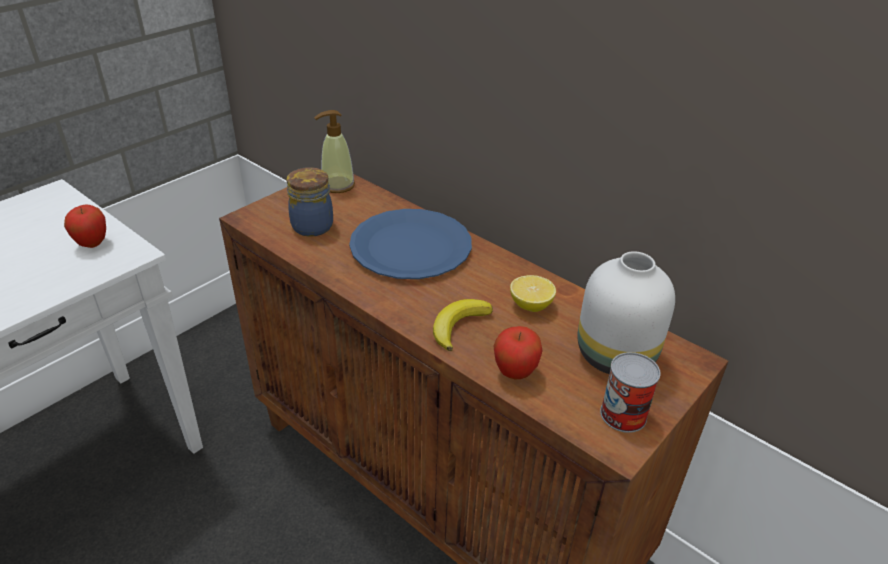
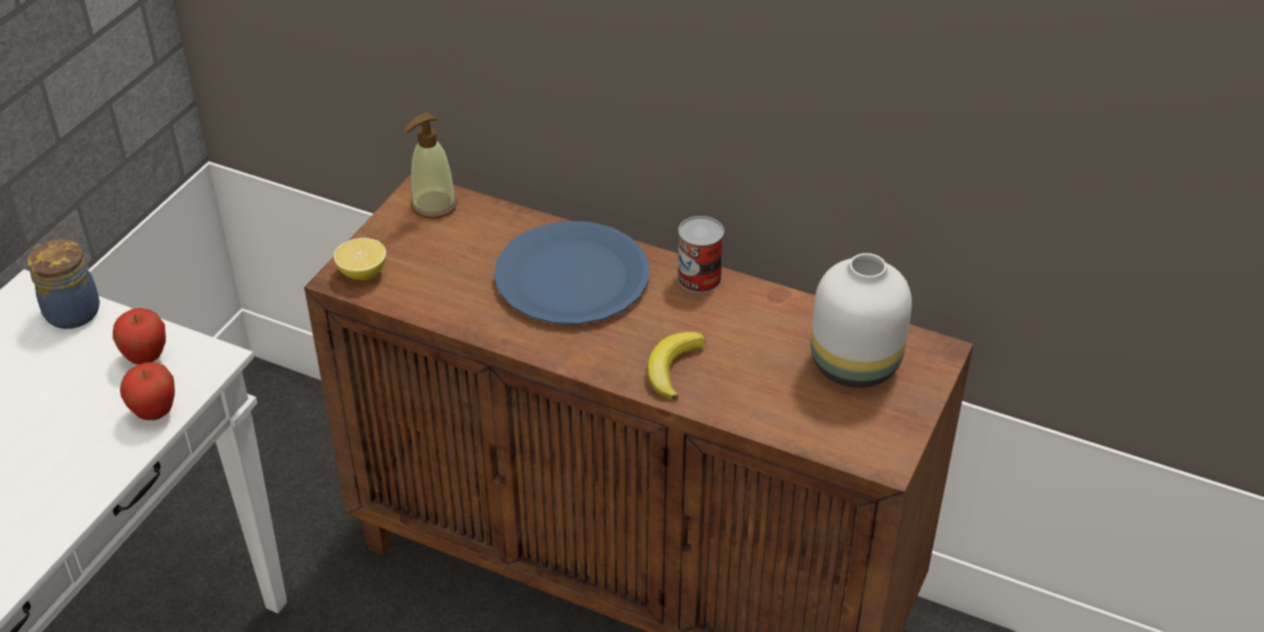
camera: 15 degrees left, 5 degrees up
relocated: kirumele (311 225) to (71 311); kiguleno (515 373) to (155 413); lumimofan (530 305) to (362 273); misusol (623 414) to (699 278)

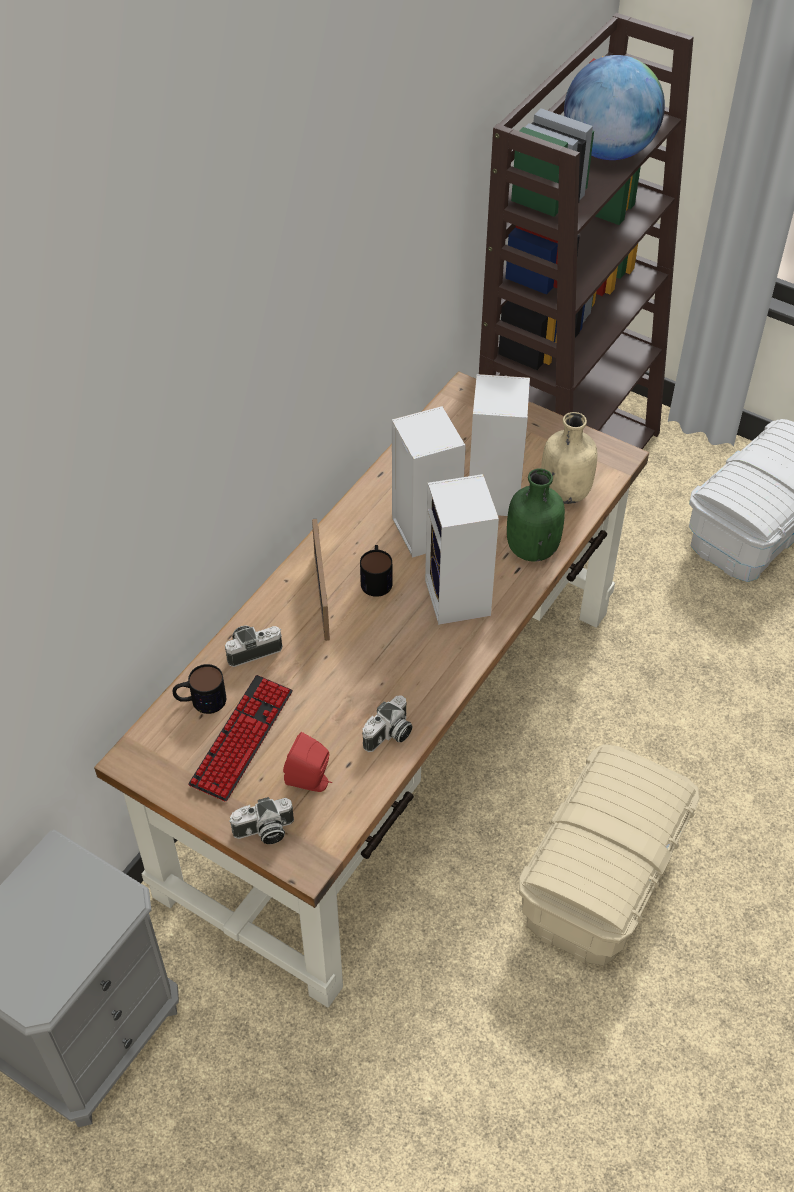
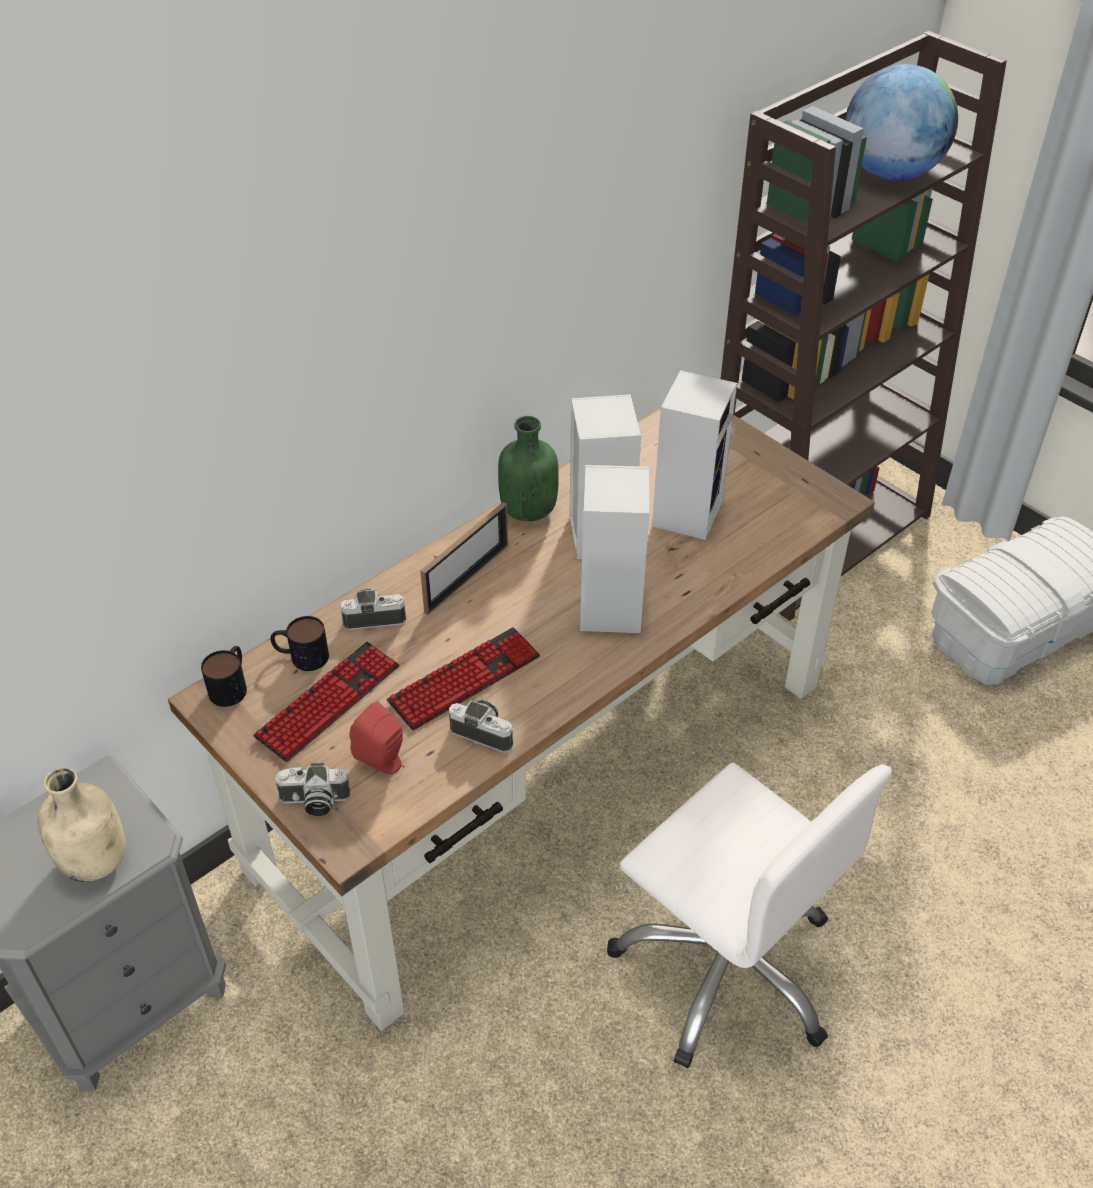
camera: 15 degrees right, 5 degrees down
appeared: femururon (464 680)
relocated: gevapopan (376 578) to (231 685); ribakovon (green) (531 548) to (528 510); ribakovon (beige) (565 492) to (96 860)
exchanged: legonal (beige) (602 878) to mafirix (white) (727 966)
spun: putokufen (322 595) = (467 578) 150 degrees counterclockwise; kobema (389 735) = (485 732) 120 degrees counterclockwise

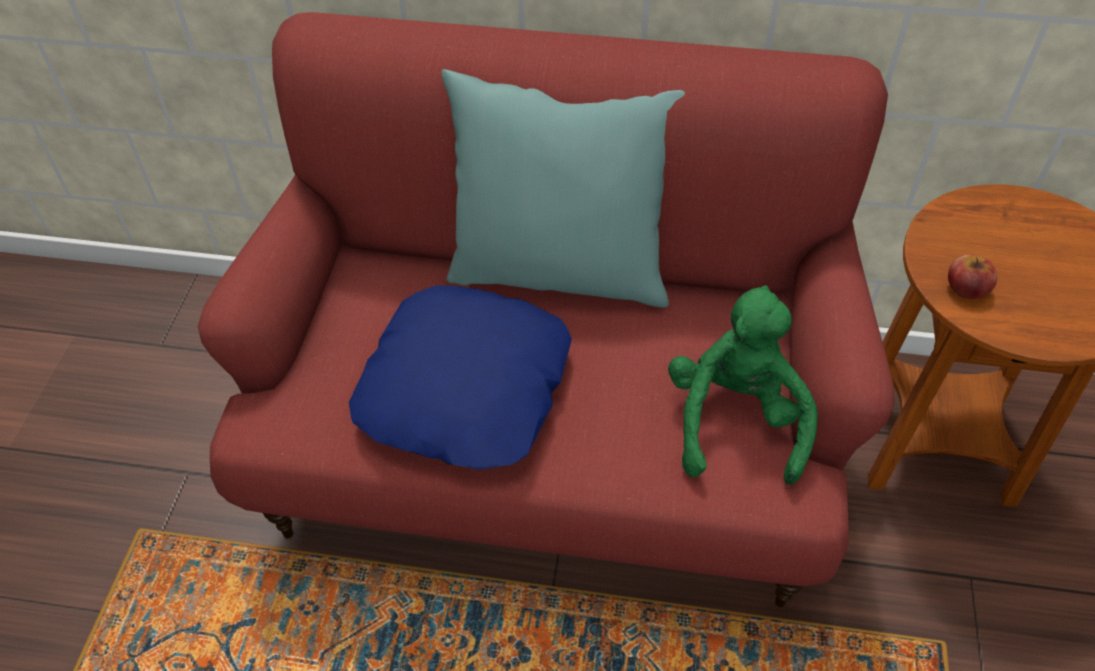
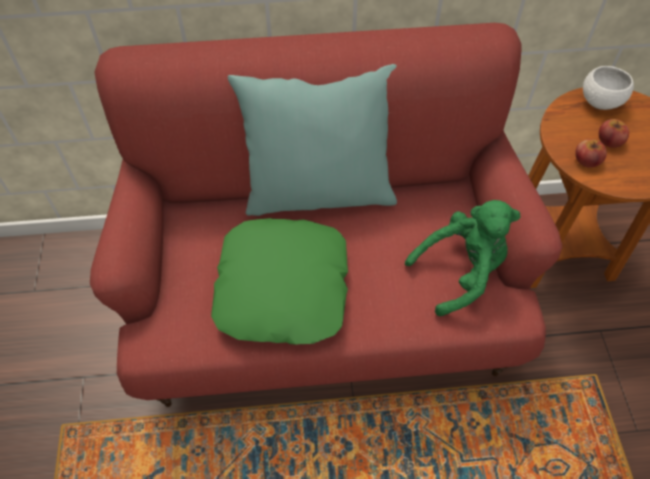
camera: 15 degrees left, 5 degrees up
appeared: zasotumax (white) (600 102); kiguleno (609 140)
colour: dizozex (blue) (467 388) to dizozex (green) (283 287)
spun: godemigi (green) (735 420) = (460 272) 75 degrees clockwise

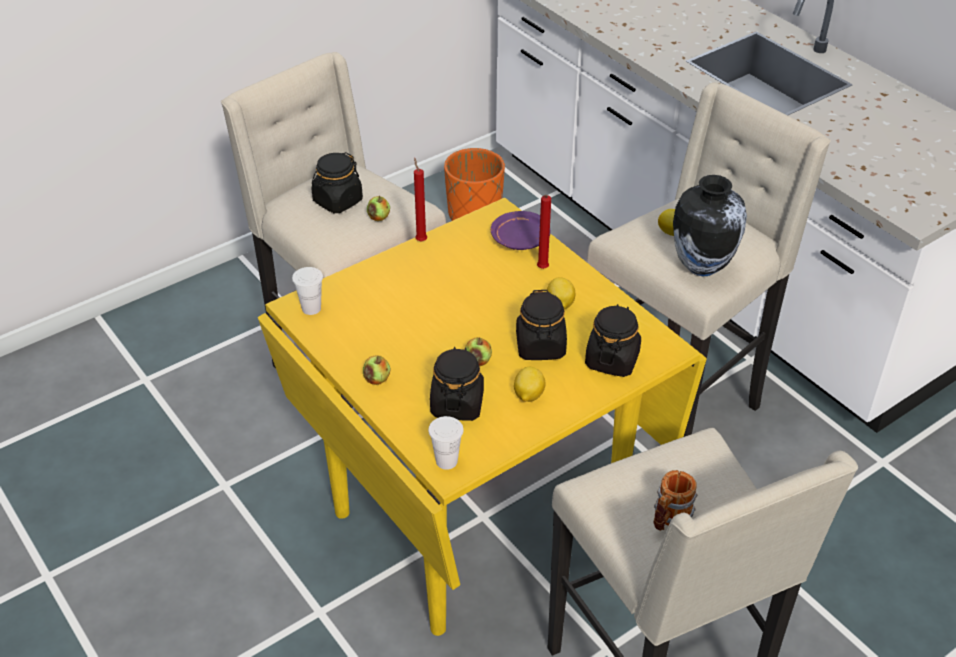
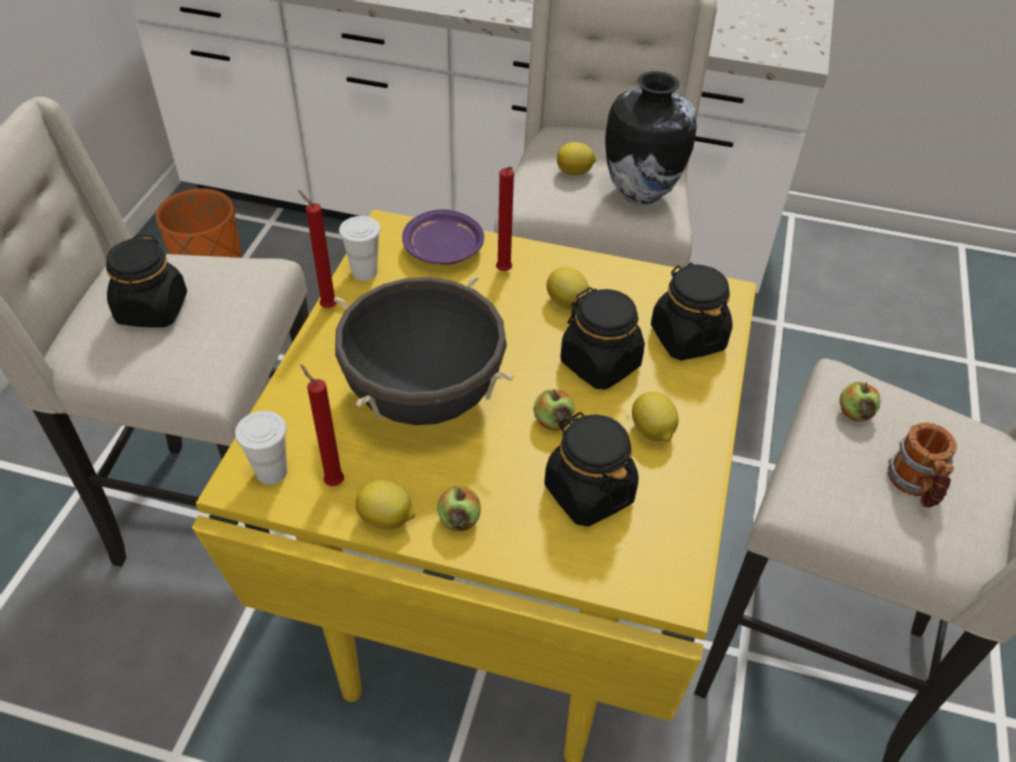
camera: 40 degrees left, 5 degrees up
appeared: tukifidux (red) (332 481); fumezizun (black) (425 397); lumimofan (387 519)
relocated: kiguleno (379 217) to (854 413); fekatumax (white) (446 461) to (364 272)

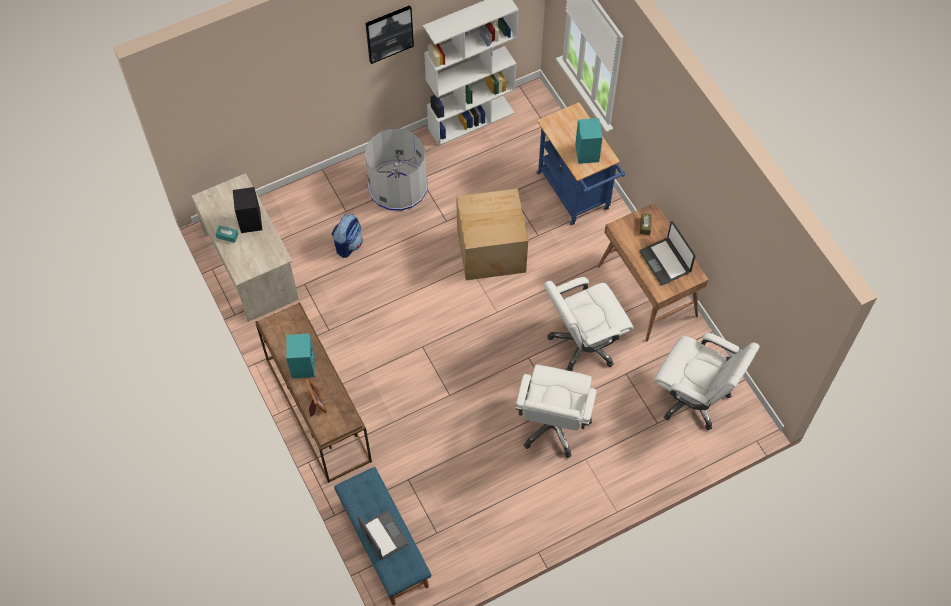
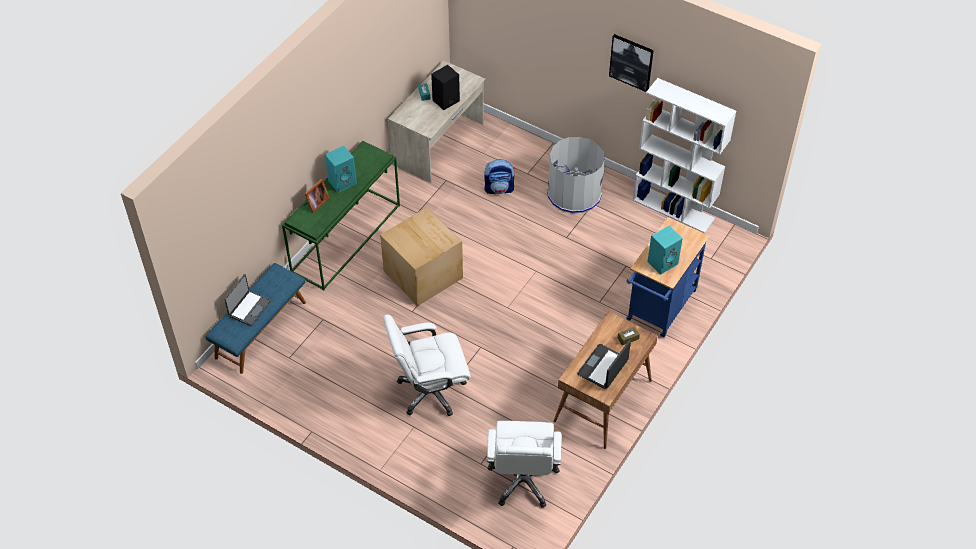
camera: 60 degrees right, 10 degrees down
missing: mafirix (white) (583 343)
relocated: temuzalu (490 249) to (423 273)
colour: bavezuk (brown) (316 409) to bavezuk (green) (346 237)

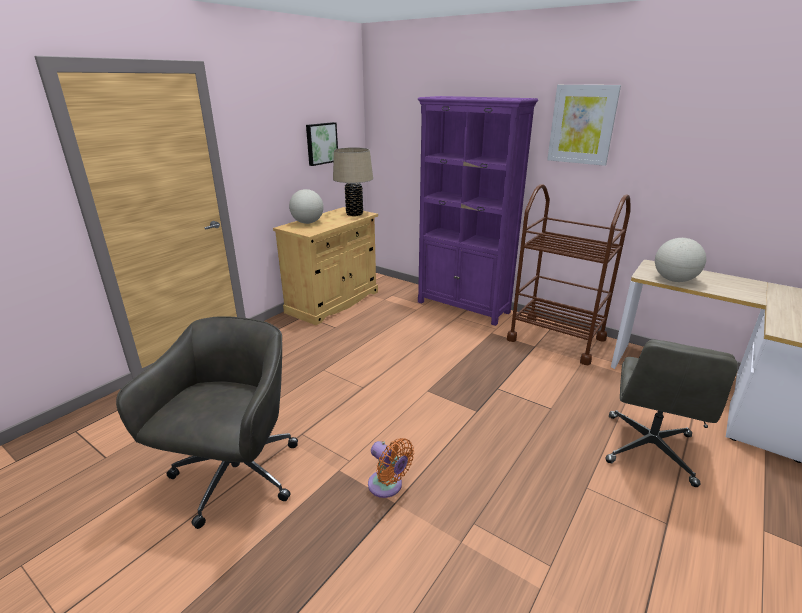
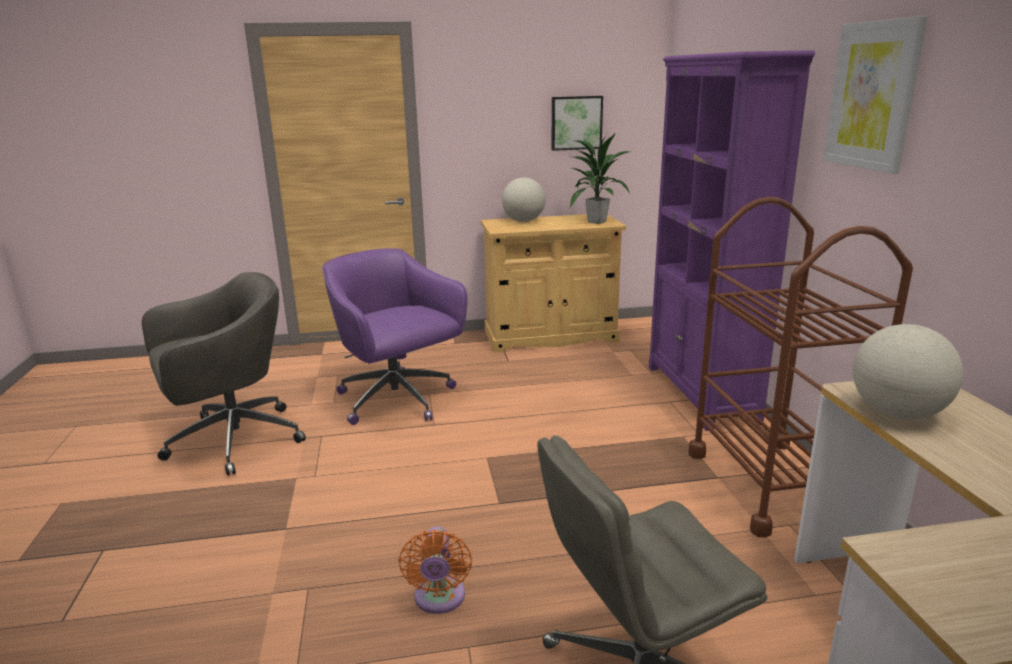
camera: 45 degrees right, 5 degrees down
appeared: mafirix (purple) (398 400)
relocated: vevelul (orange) (387 486) to (439 599)
exchanged: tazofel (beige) (354 214) to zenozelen (596 221)

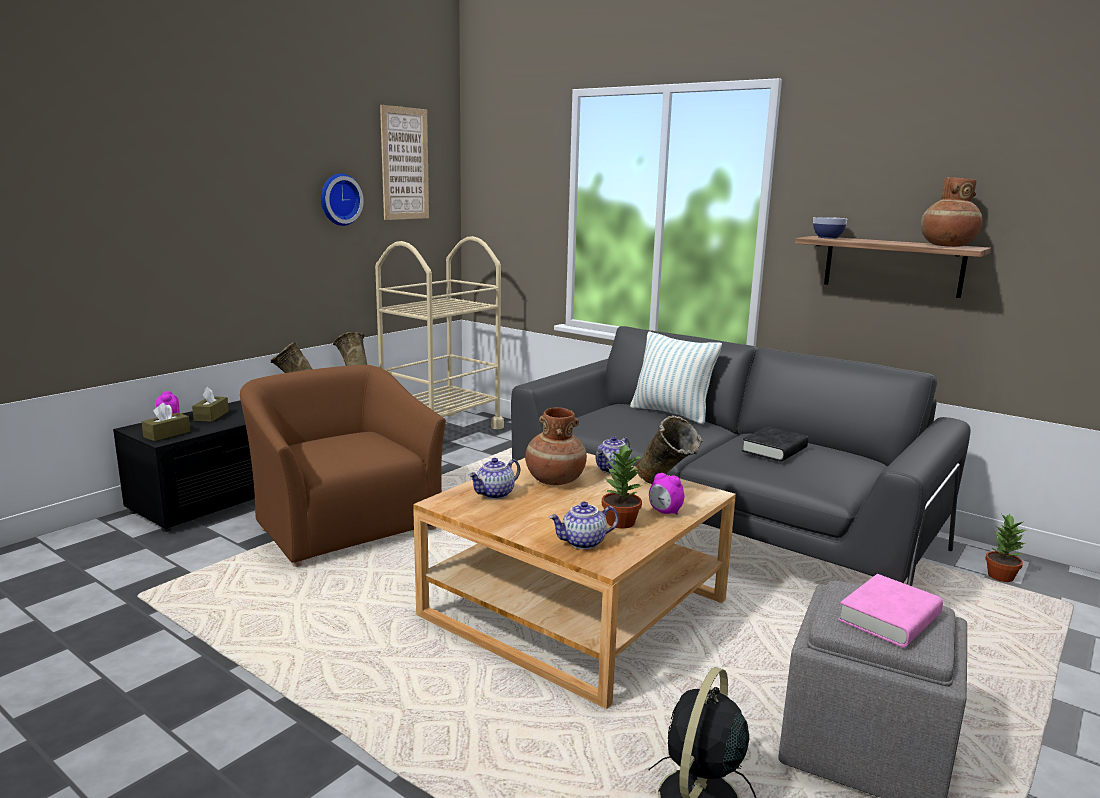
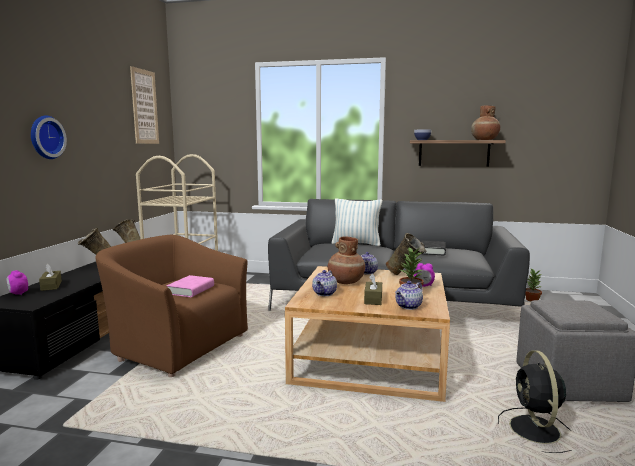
camera: 25 degrees left, 5 degrees down
relocated: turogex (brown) (167 434) to (373 299); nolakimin (339 199) to (45 137); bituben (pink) (889 618) to (191 290)

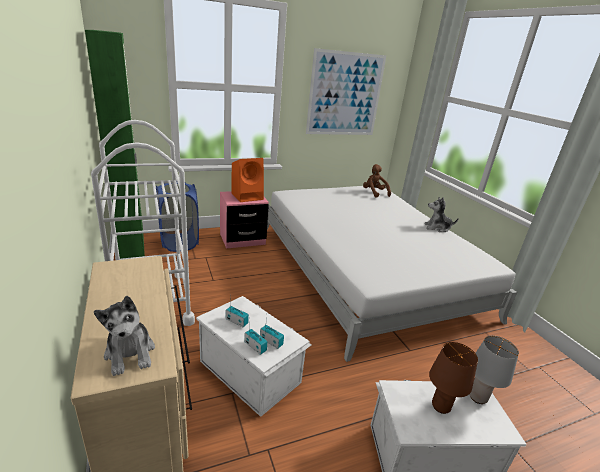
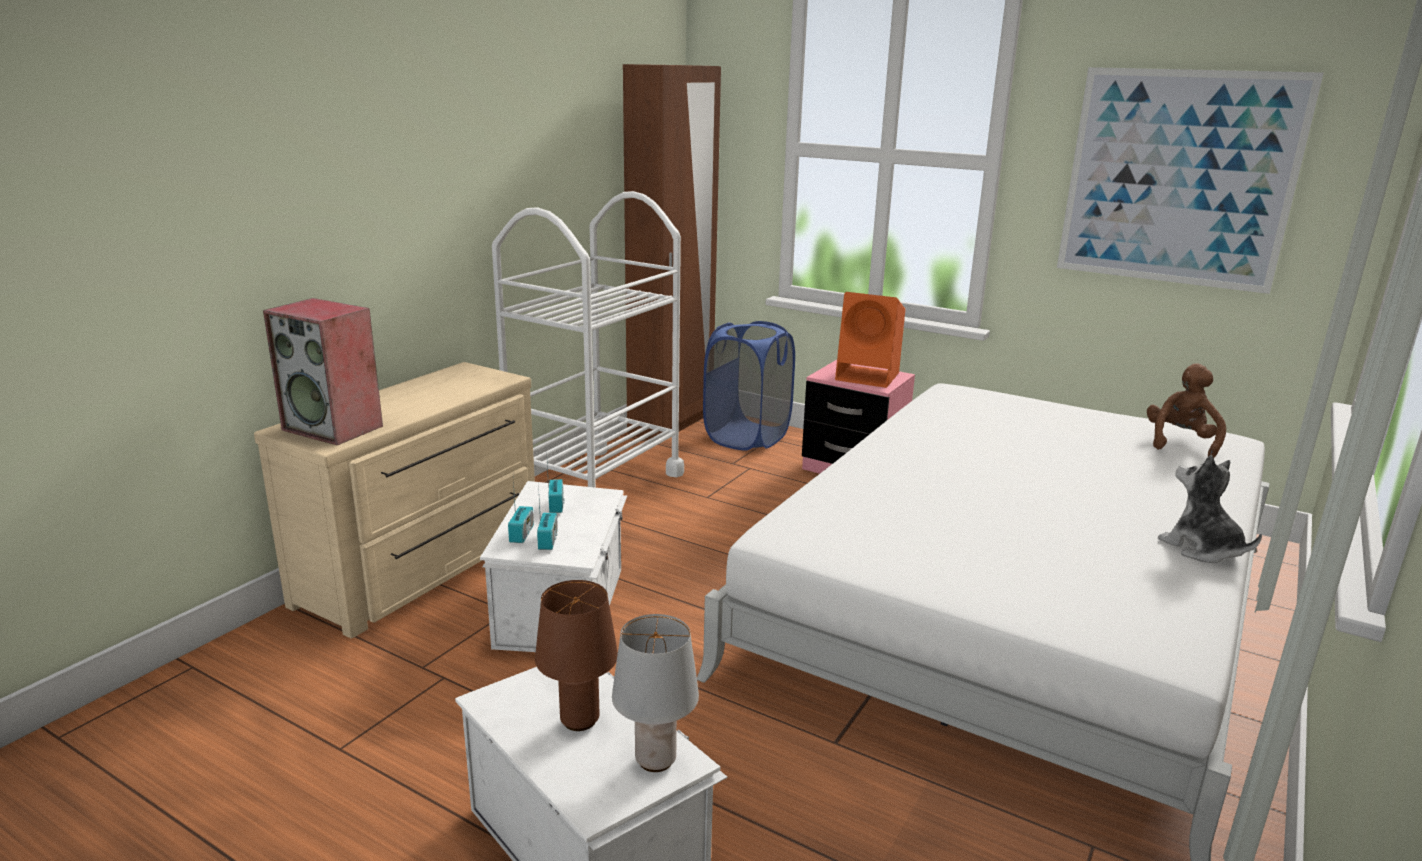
camera: 55 degrees right, 5 degrees down
exchanged: godemigi (130 353) to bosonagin (334 428)
colour: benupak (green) (132 250) to benupak (brown) (671 424)

